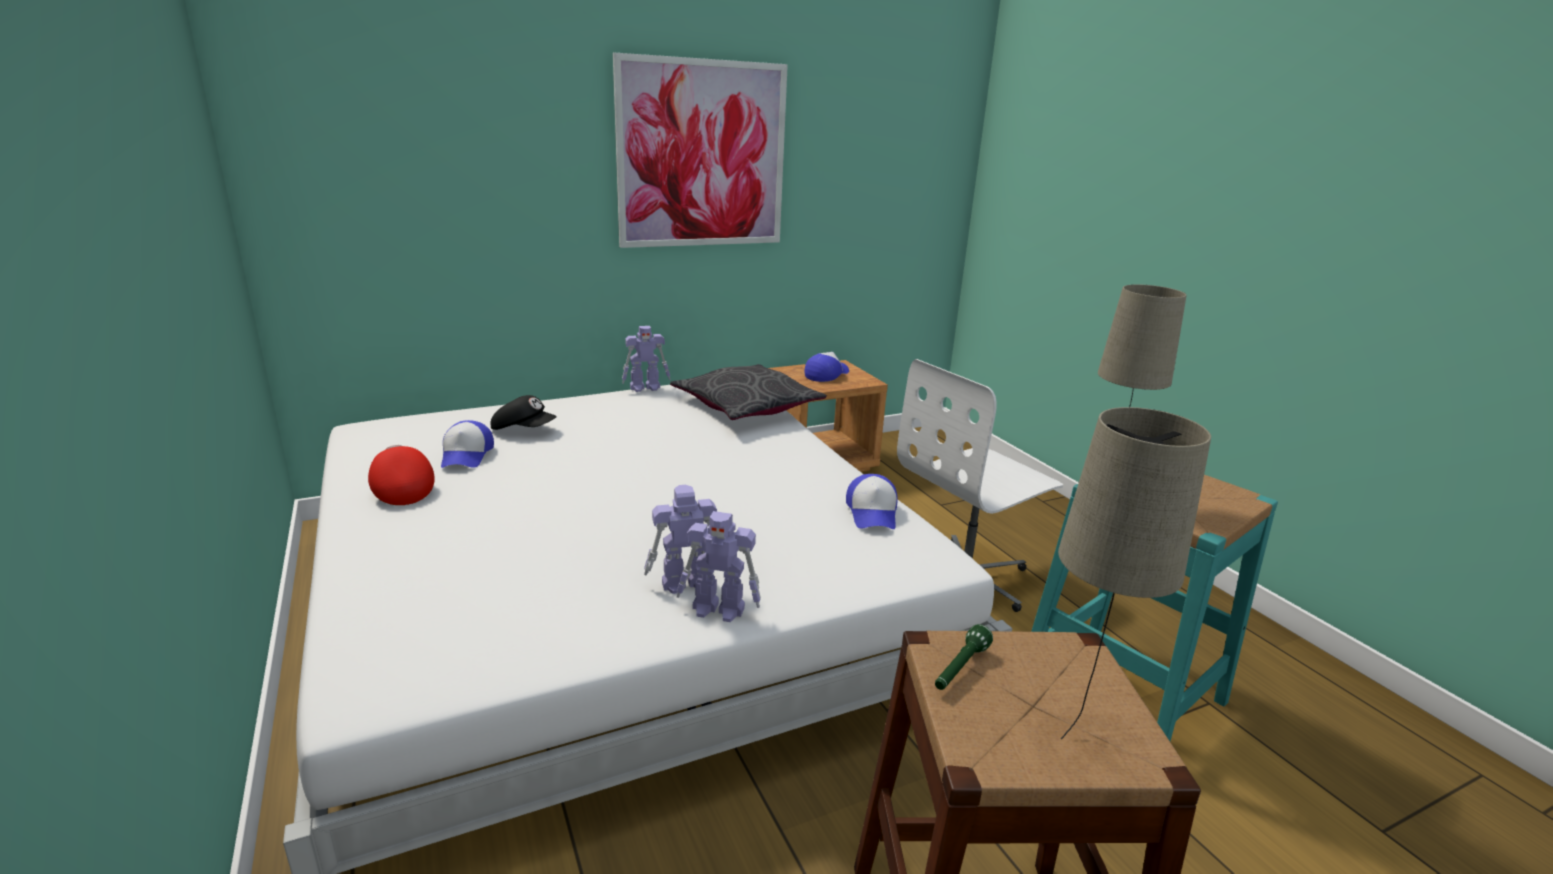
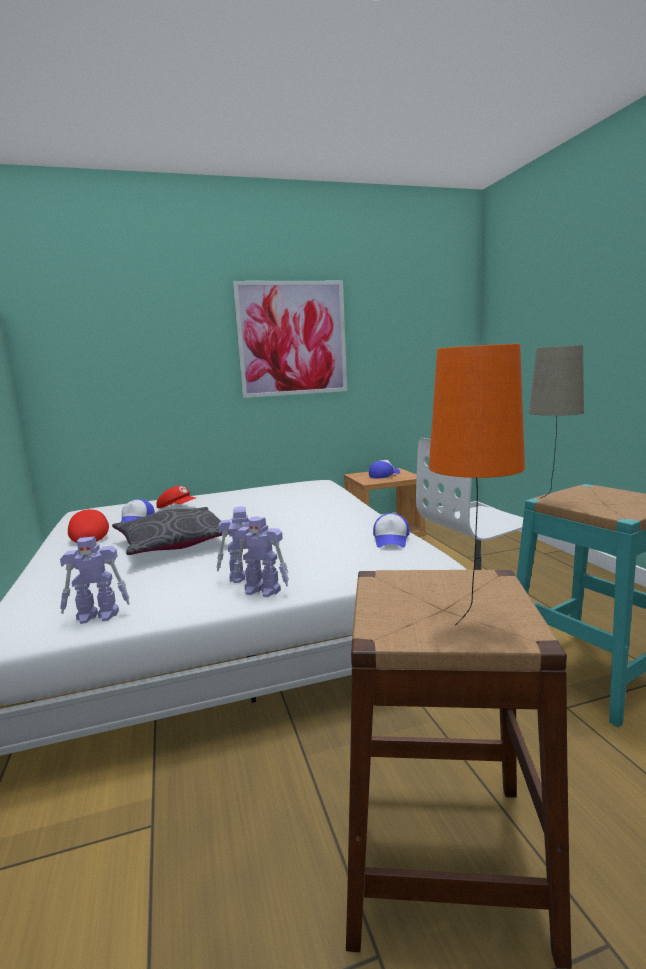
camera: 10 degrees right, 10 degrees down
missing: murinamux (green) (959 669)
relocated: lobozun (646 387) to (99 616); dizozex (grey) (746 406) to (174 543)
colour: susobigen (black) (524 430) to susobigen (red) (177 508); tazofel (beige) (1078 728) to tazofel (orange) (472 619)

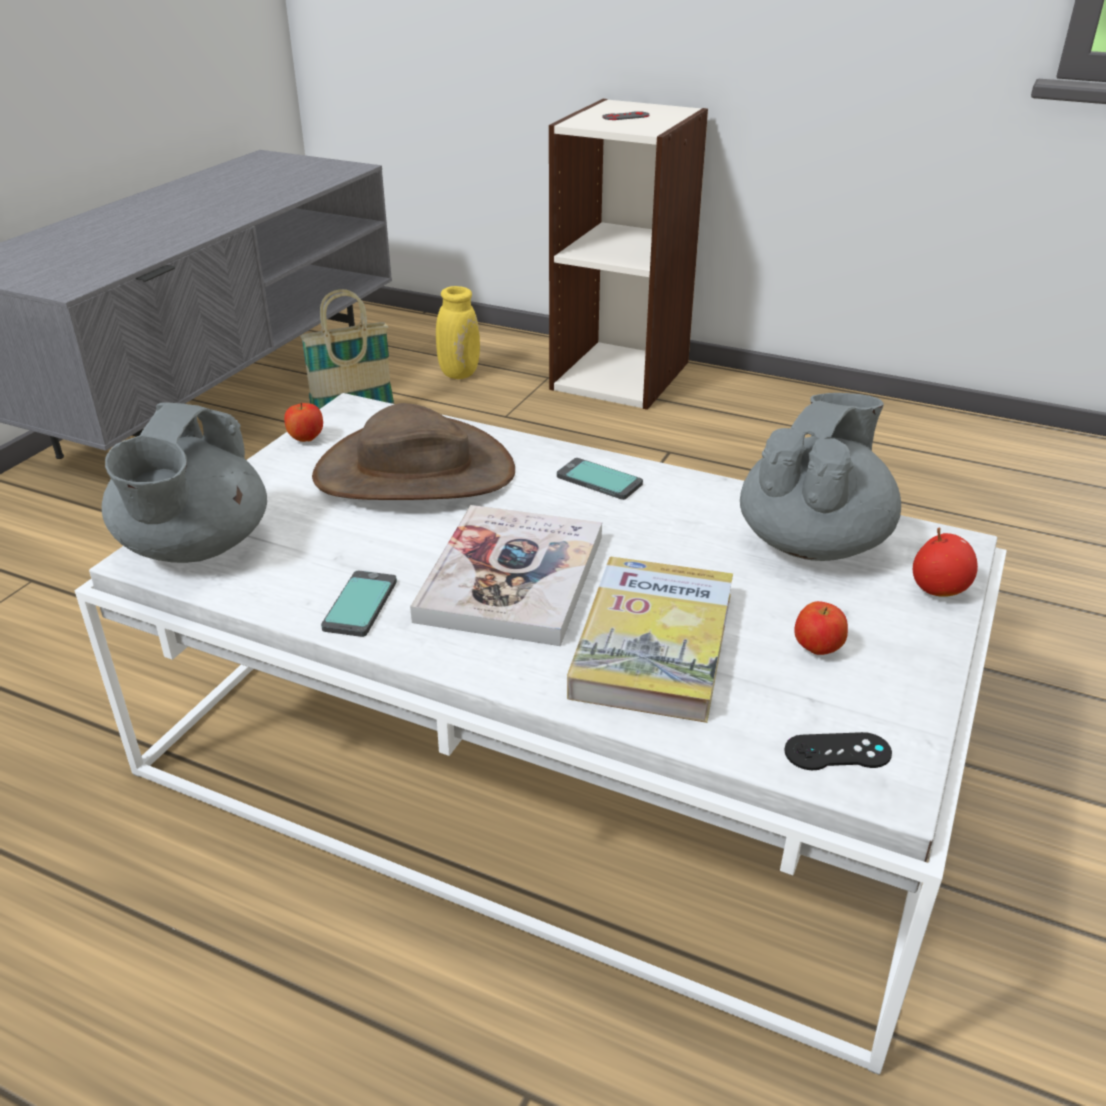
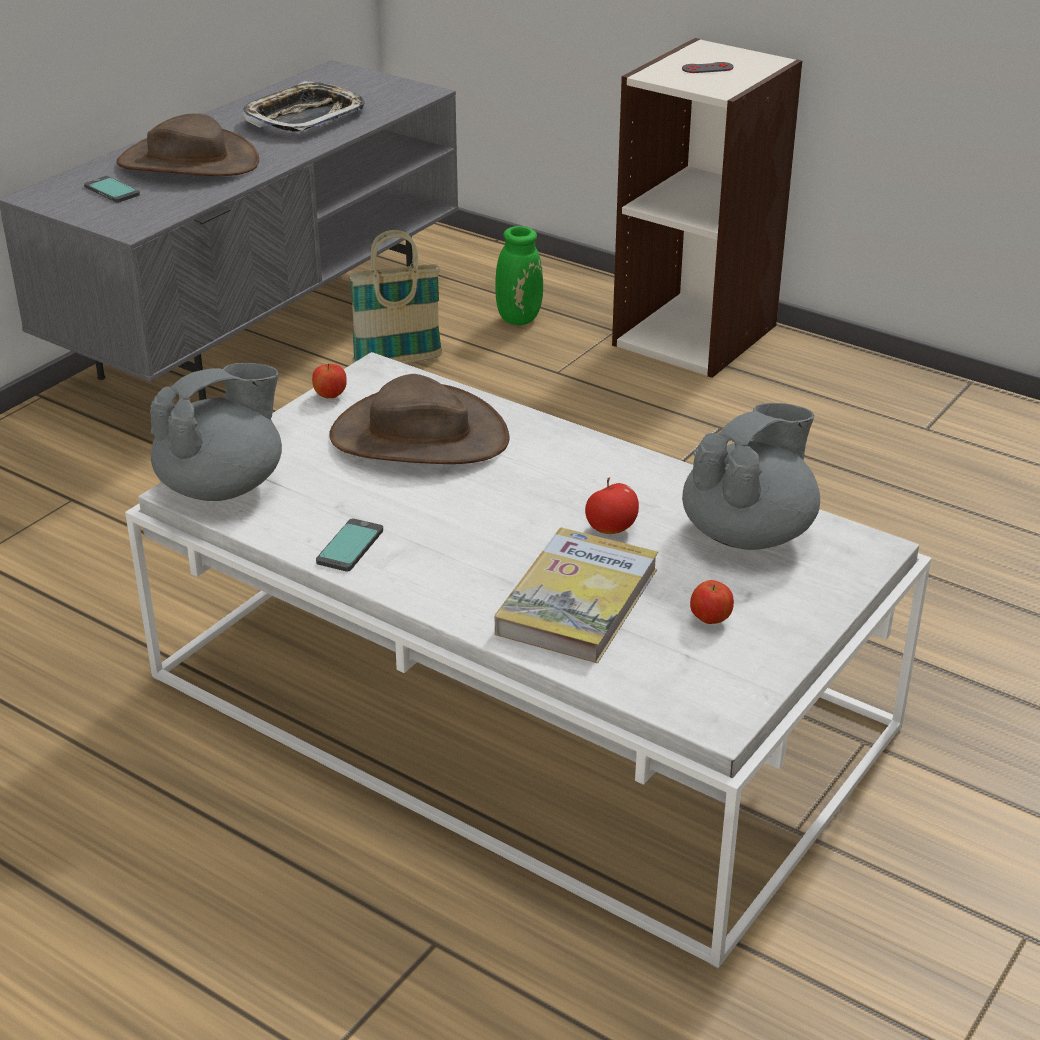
camera: 10 degrees right, 0 degrees up
missing: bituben (512 578); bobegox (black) (837 752)
appeared: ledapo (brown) (188 162); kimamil (304 117)
relocated: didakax (599 481) to (111 191); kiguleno (938 589) to (611 529)
colour: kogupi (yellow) (459 373) to kogupi (green) (519 318)
spun: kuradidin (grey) (194 548) = (223 486) 150 degrees counterclockwise

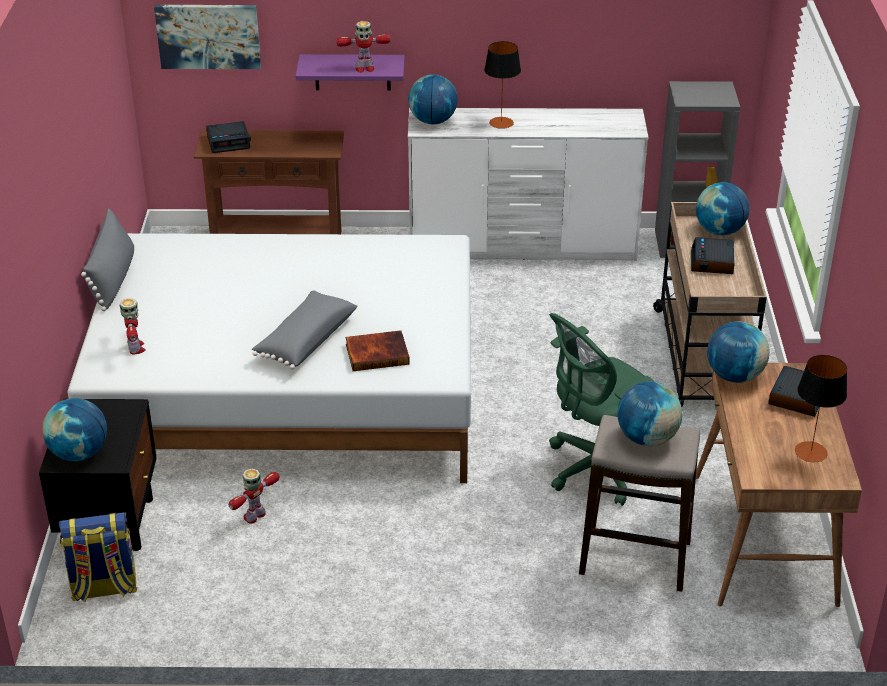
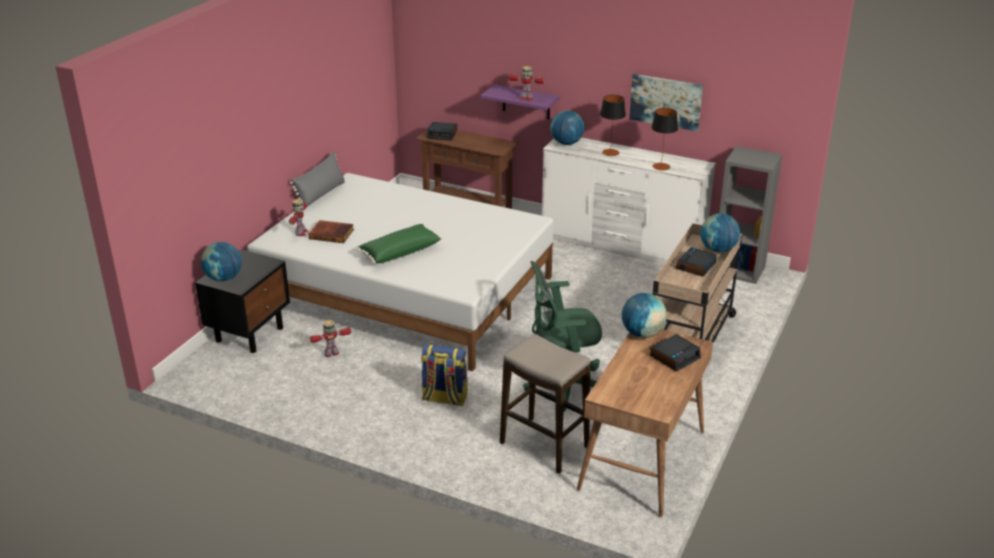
camera: 25 degrees right, 5 degrees down
missing: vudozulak (647 438)
relocated: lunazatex (104 588) to (444 398); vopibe (208 36) to (666 101); bituben (377 353) to (332 233); tazofel (811 452) to (661 166)
colour: dizozex (grey) (305 340) to dizozex (green) (400 252)

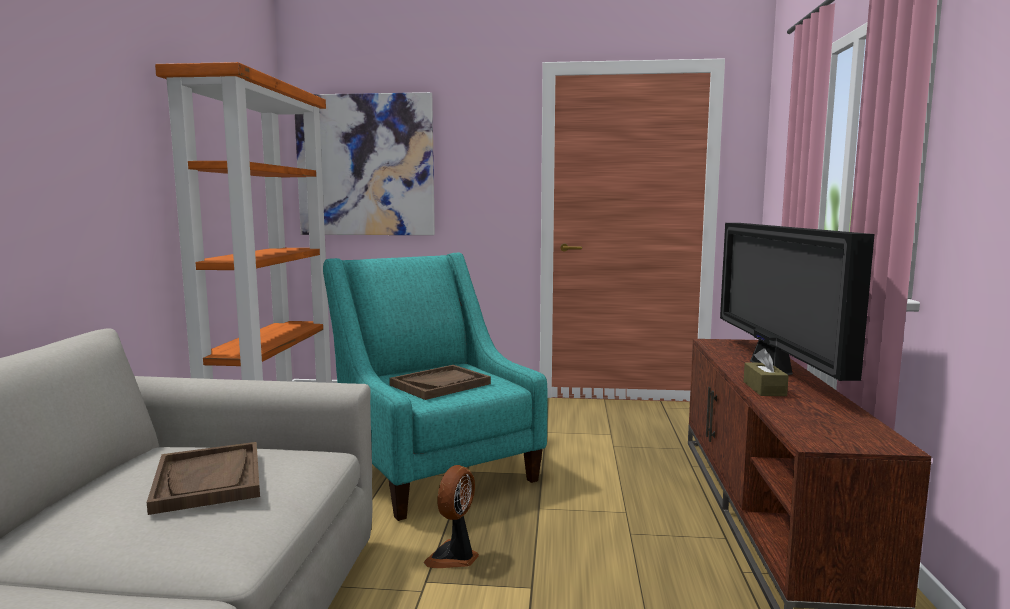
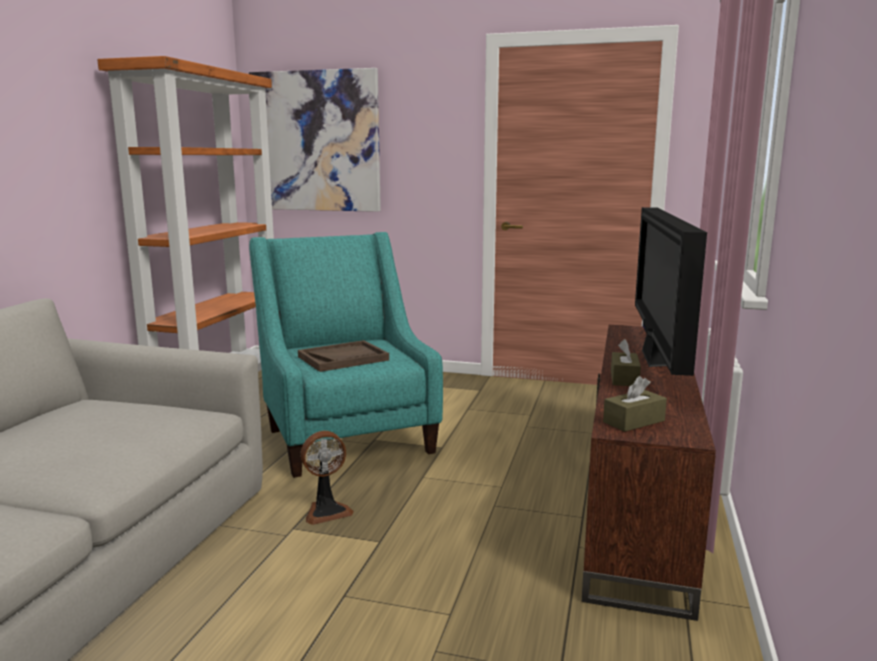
camera: 10 degrees right, 5 degrees up
missing: kimamil (brown) (208 480)
appeared: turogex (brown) (633 421)
spun: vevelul (454 557) = (326 511) 150 degrees counterclockwise

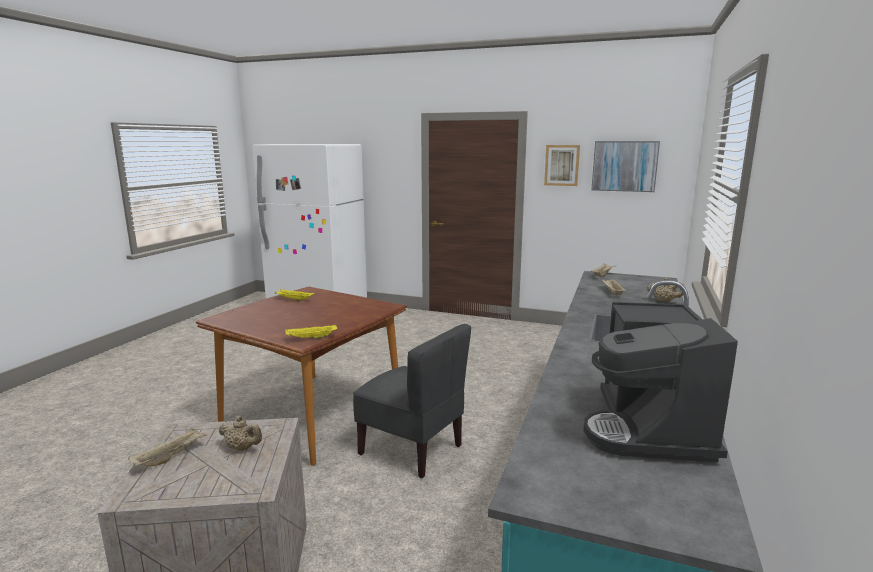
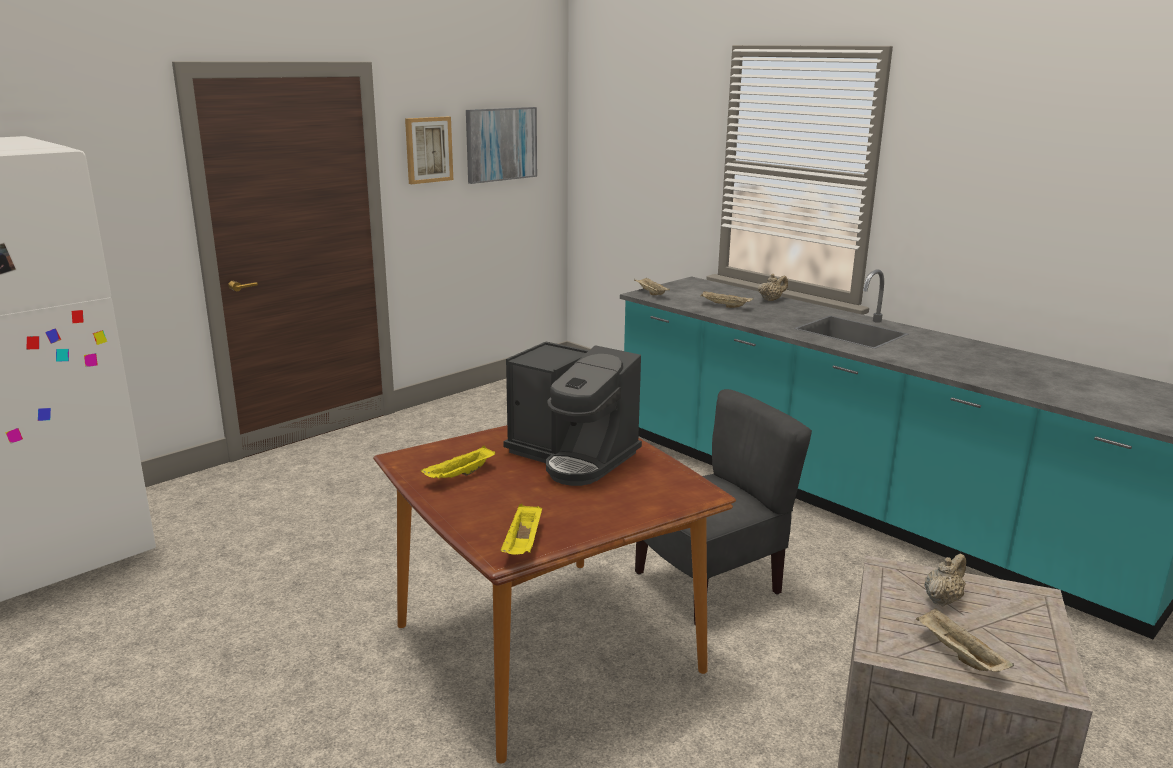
camera: 65 degrees left, 5 degrees up
relocated: kimamil (yellow) (311 338) to (523 544); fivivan (649 428) to (573 457)

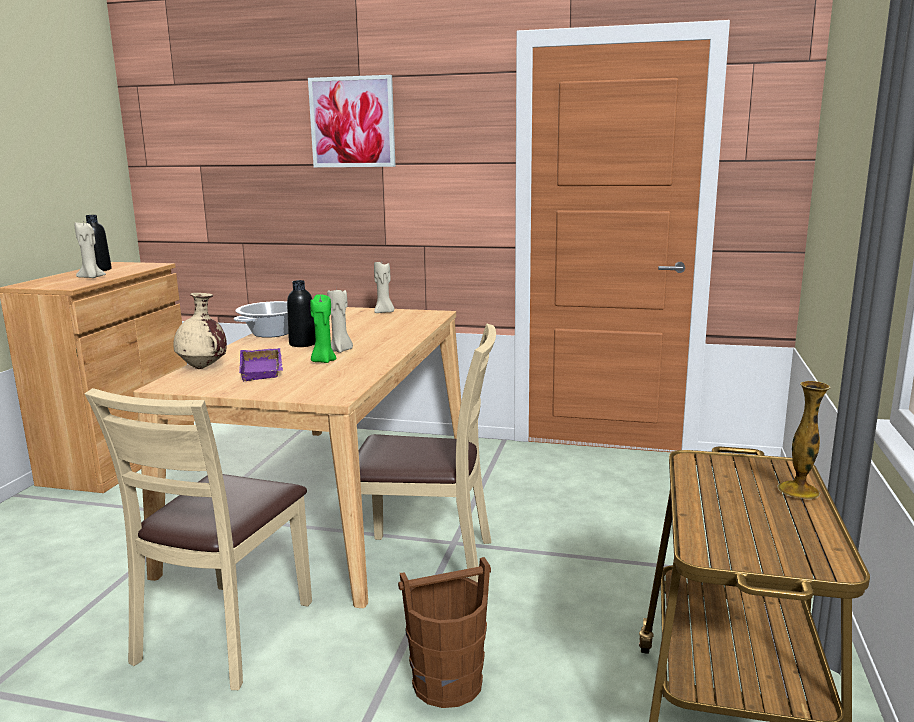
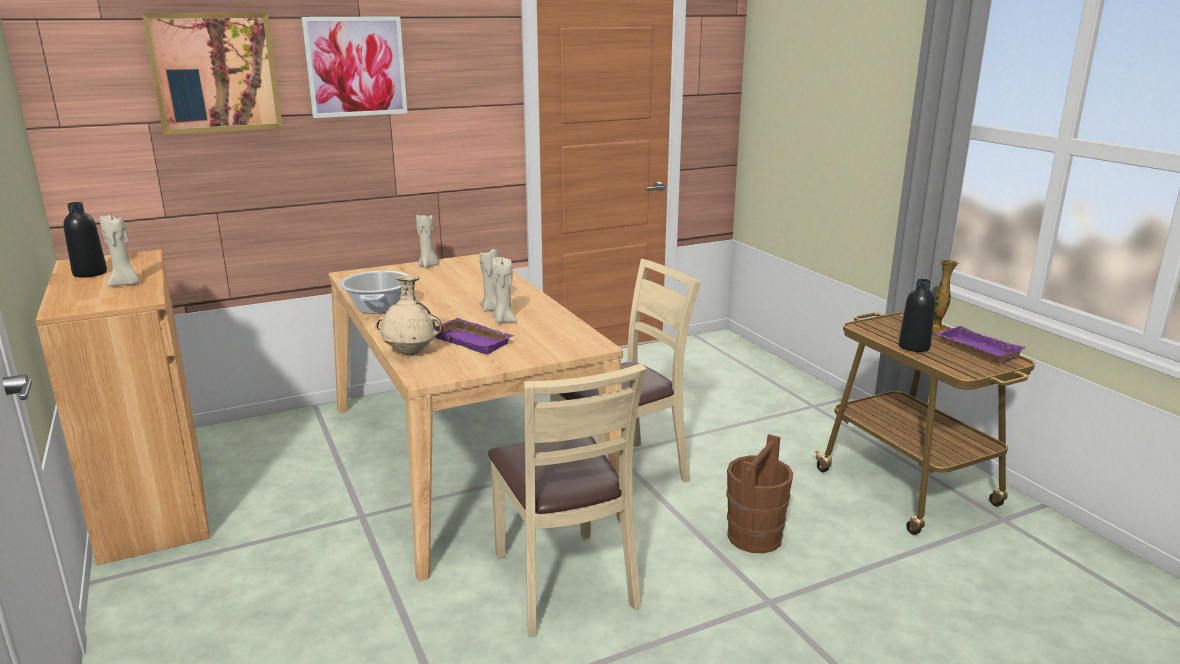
camera: 40 degrees left, 5 degrees up
appeared: vopibe (215 73); kimamil (purple) (975 350)
relocated: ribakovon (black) (303 344) to (914 347)
colour: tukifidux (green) (323 361) to tukifidux (beige) (503 321)

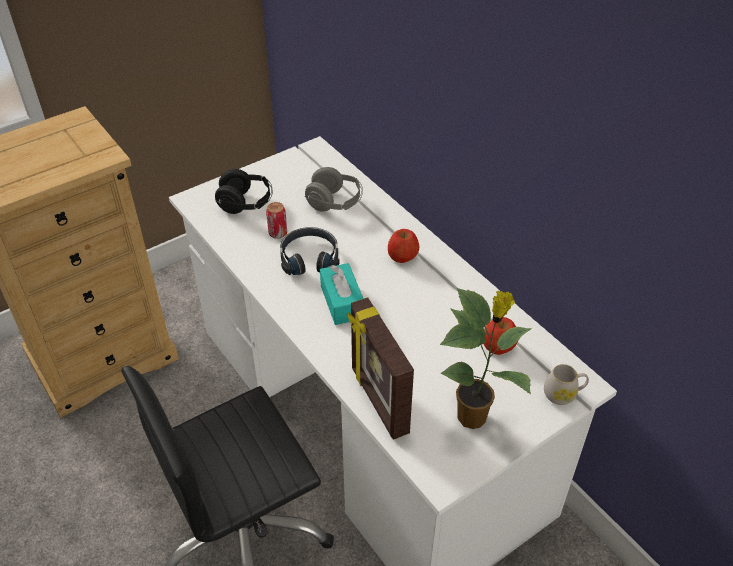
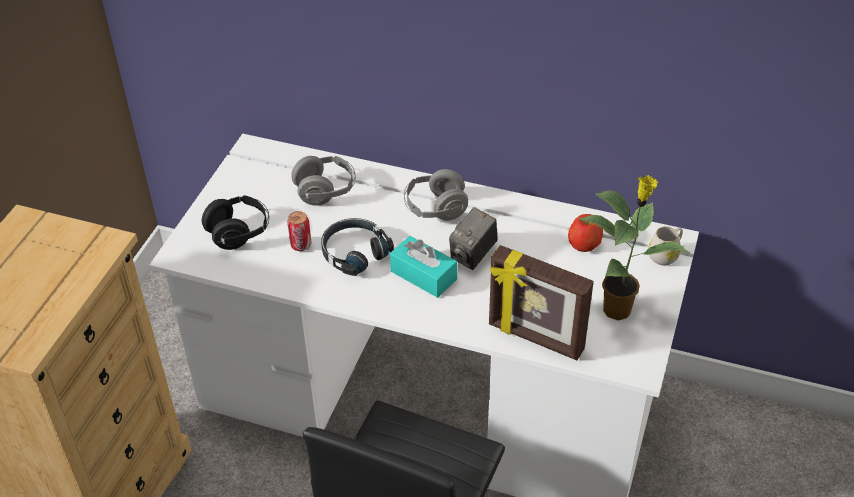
camera: 35 degrees left, 0 degrees up
appeared: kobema (473 255)
exchanged: kiguleno (402 256) to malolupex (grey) (435 209)

